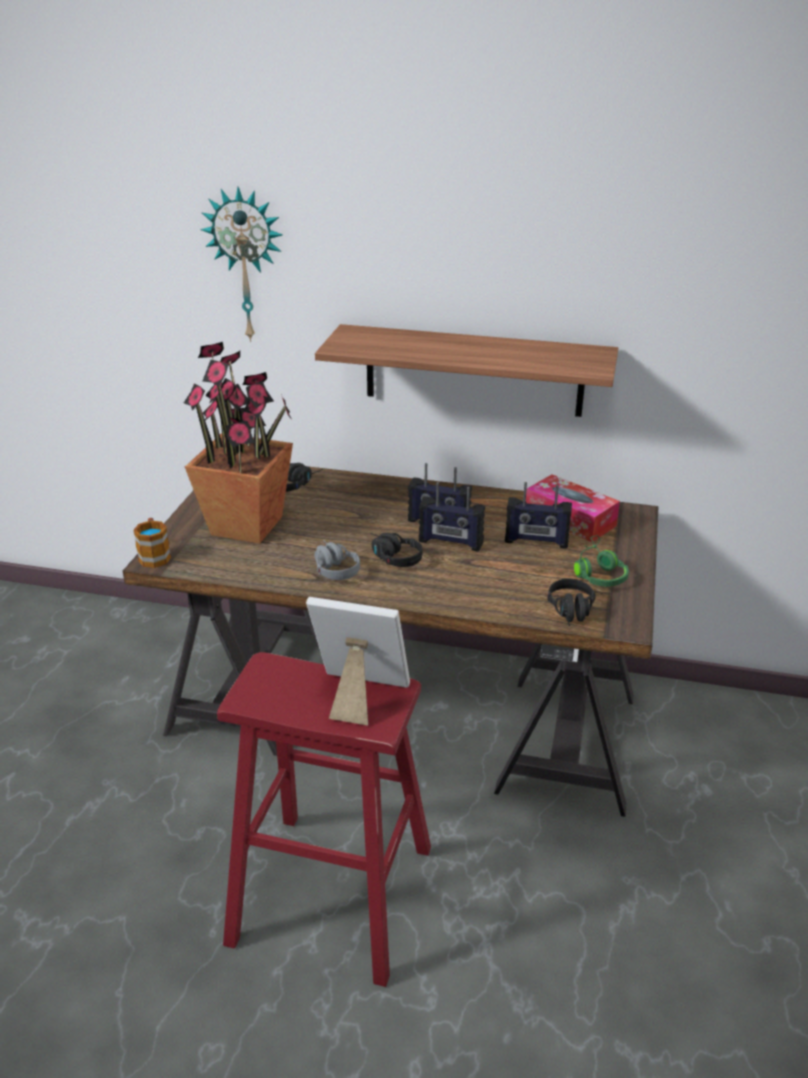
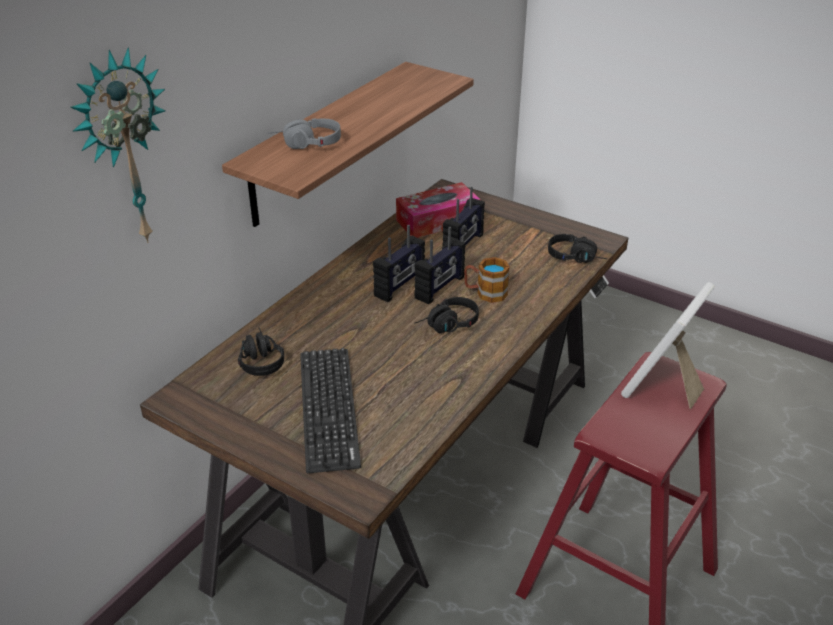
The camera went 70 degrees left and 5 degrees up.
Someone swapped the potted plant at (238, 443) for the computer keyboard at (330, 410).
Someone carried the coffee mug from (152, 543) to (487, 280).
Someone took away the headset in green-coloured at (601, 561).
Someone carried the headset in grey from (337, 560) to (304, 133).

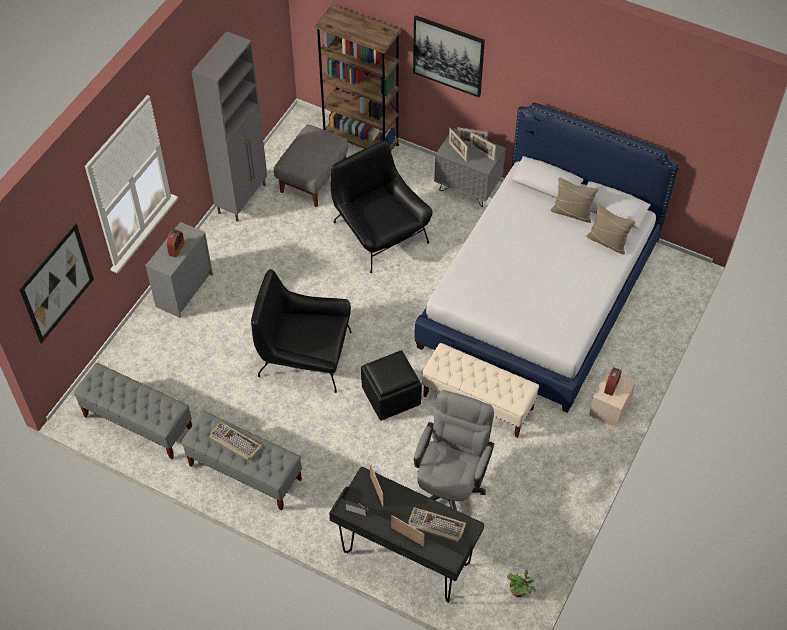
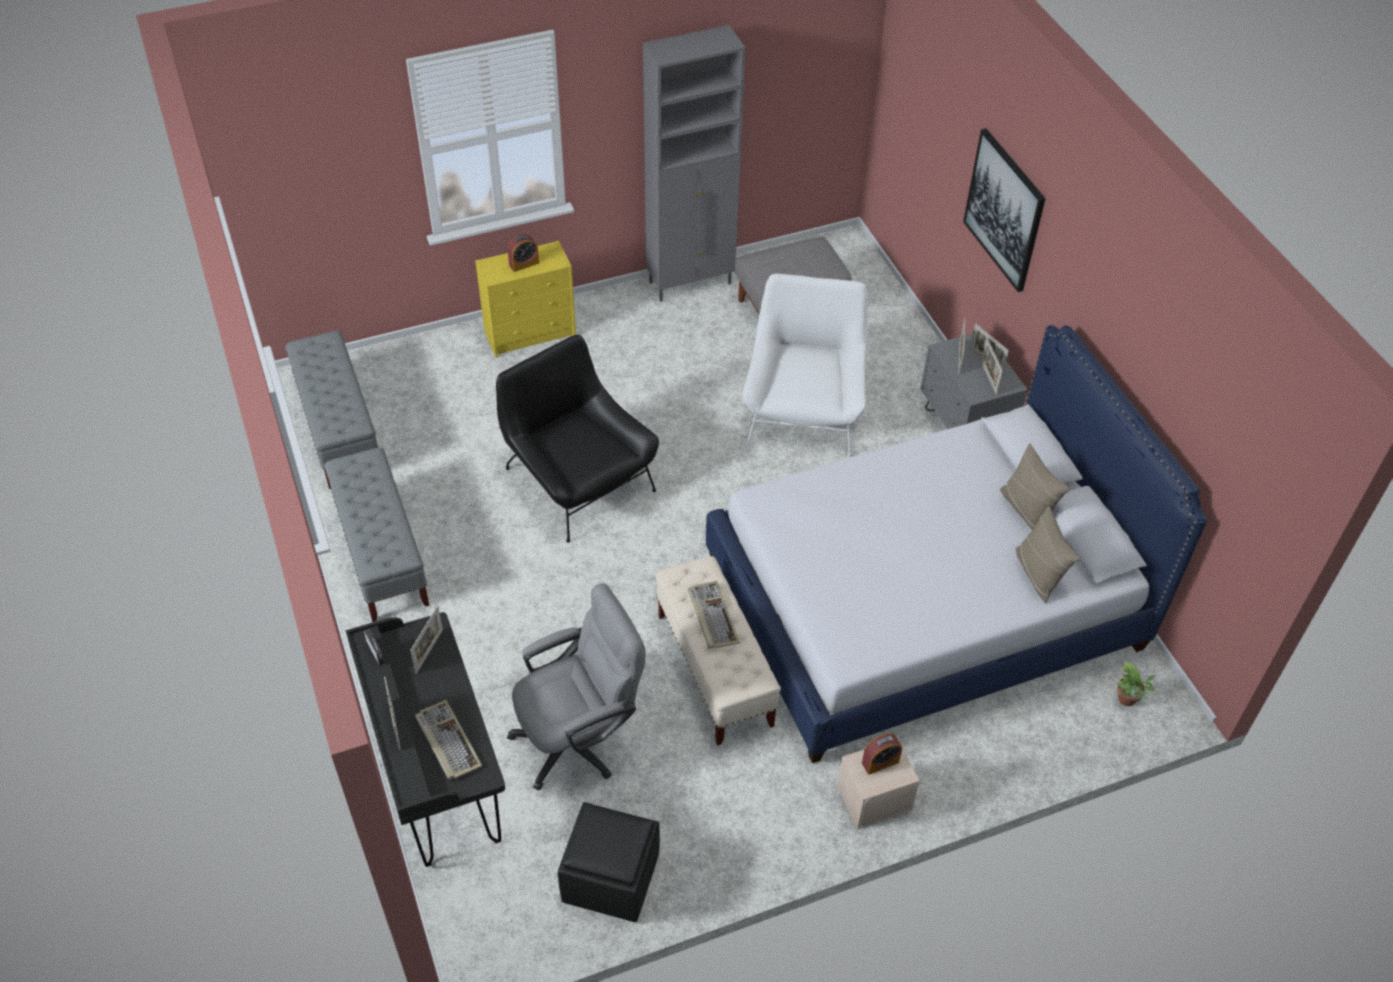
The camera went 40 degrees right and 5 degrees down.
Someone took away the bookshelf in brown at (358, 78).
Someone repainted the easy chair in black at (381, 207), which became the easy chair in white at (805, 365).
Someone repainted the drawer chest in grey at (179, 270), which became the drawer chest in yellow-coloured at (525, 299).
Someone took away the wall art at (56, 283).
Someone carried the footrest in black from (391, 385) to (609, 862).
Someone carried the computer keyboard from (235, 440) to (714, 614).
Someone carried the potted plant from (521, 583) to (1135, 683).

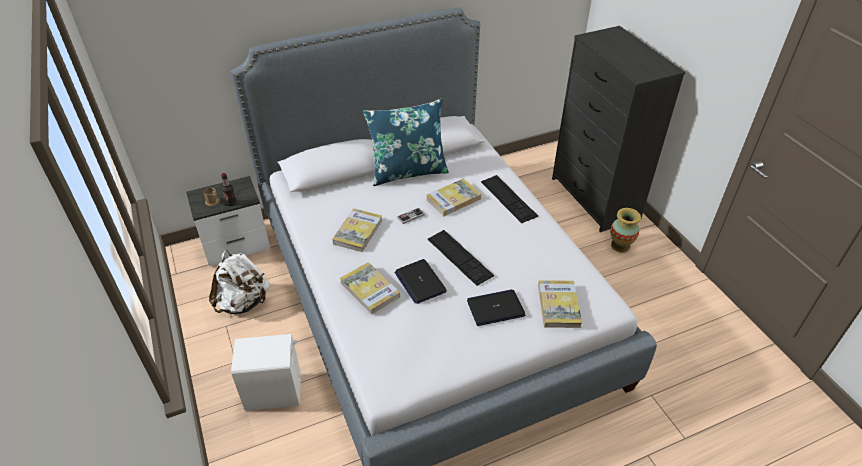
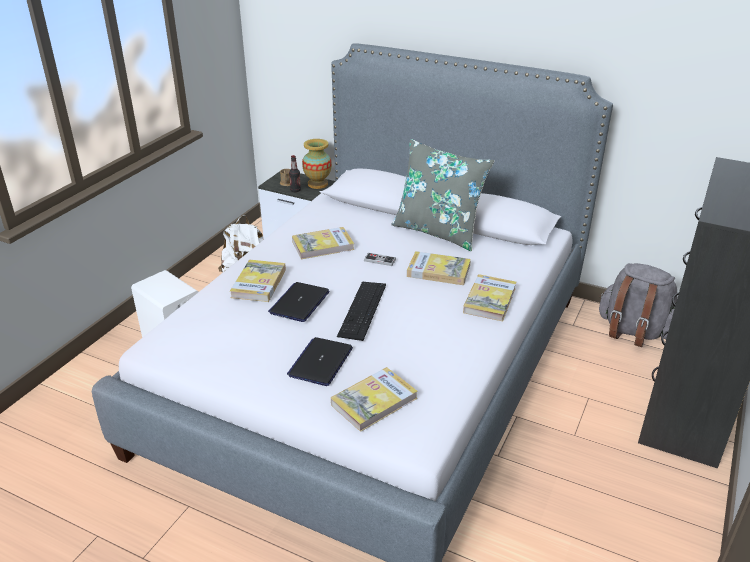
The camera went 50 degrees right and 10 degrees down.
Someone repainted the cushion in bluish at (406, 142), which became the cushion in grey at (442, 195).
Someone swapped the computer keyboard at (509, 199) for the book at (489, 297).
Someone carried the decorative vase from (625, 230) to (317, 164).
Someone rotated the notebook computer at (496, 307) by 105 degrees counterclockwise.
Someone put down the rucksack in grey at (638, 305).

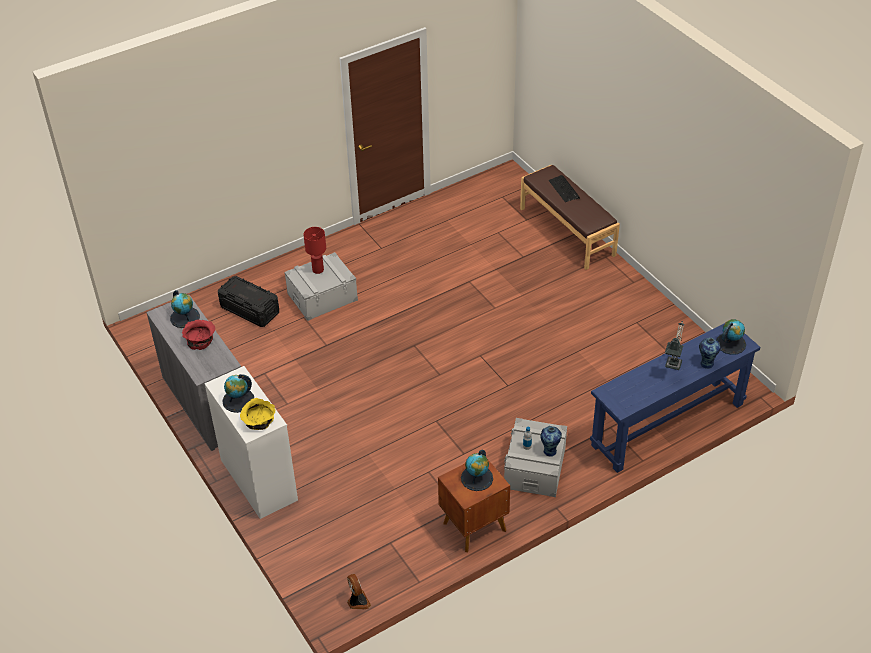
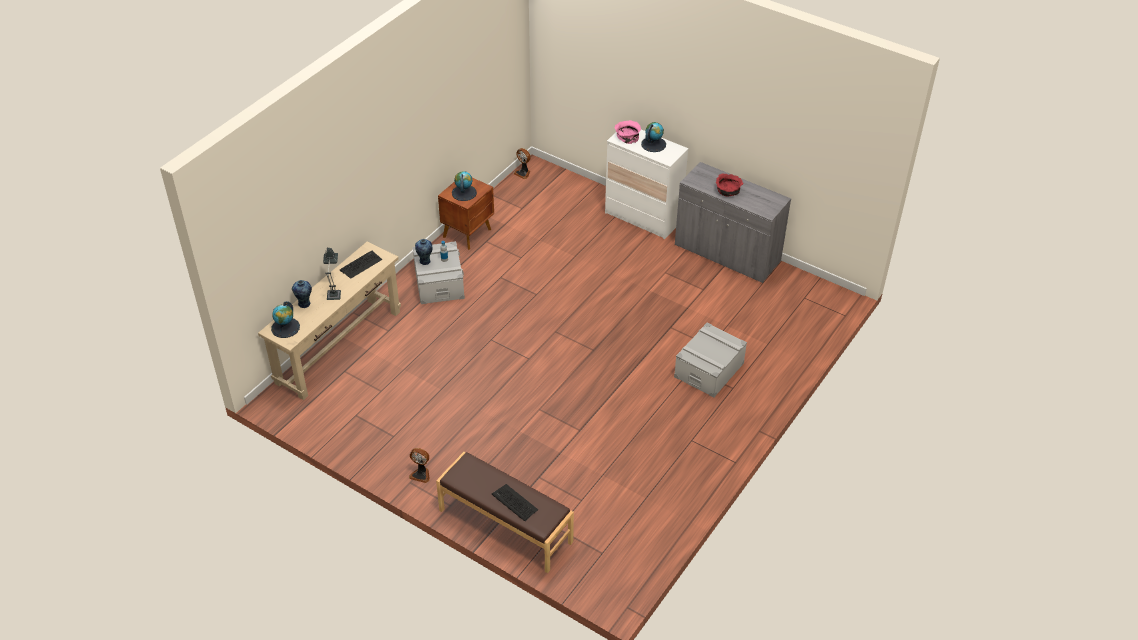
The camera went 155 degrees right and 0 degrees up.
Someone took away the lamp for a table in red-coloured at (314, 250).
Someone took away the storage bin in black at (248, 301).
Someone took away the world globe at (185, 309).
Someone repainted the narrow table in bluish at (675, 398), which became the narrow table in sand-coloured at (329, 320).
Someone repainted the serving bowl in yellow-coloured at (258, 414), which became the serving bowl in pink at (627, 132).
Someone put down the computer keyboard at (360, 265).
Someone put down the fan at (419, 465).

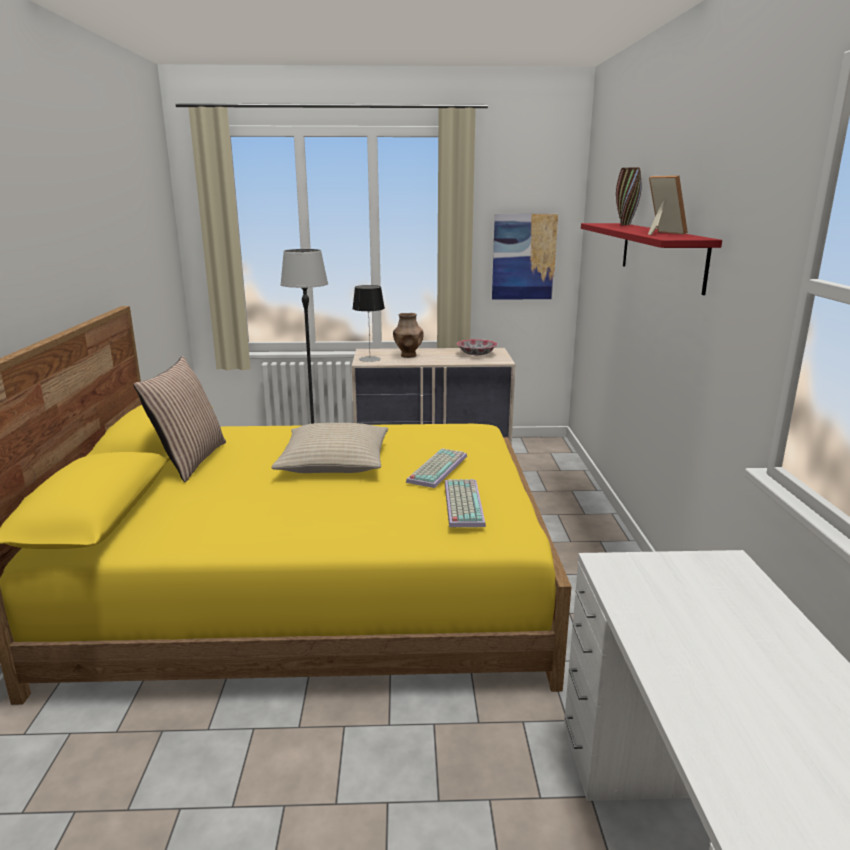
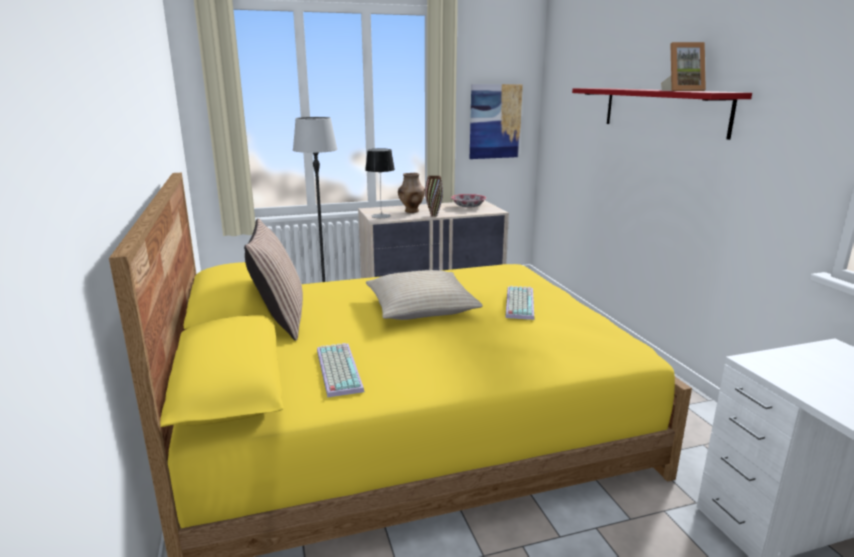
The camera went 15 degrees left and 0 degrees up.
Someone carried the decorative vase in brown from (629, 196) to (434, 196).
Someone rotated the photo frame at (668, 205) by 120 degrees clockwise.
Someone carried the computer keyboard from (465, 503) to (341, 370).

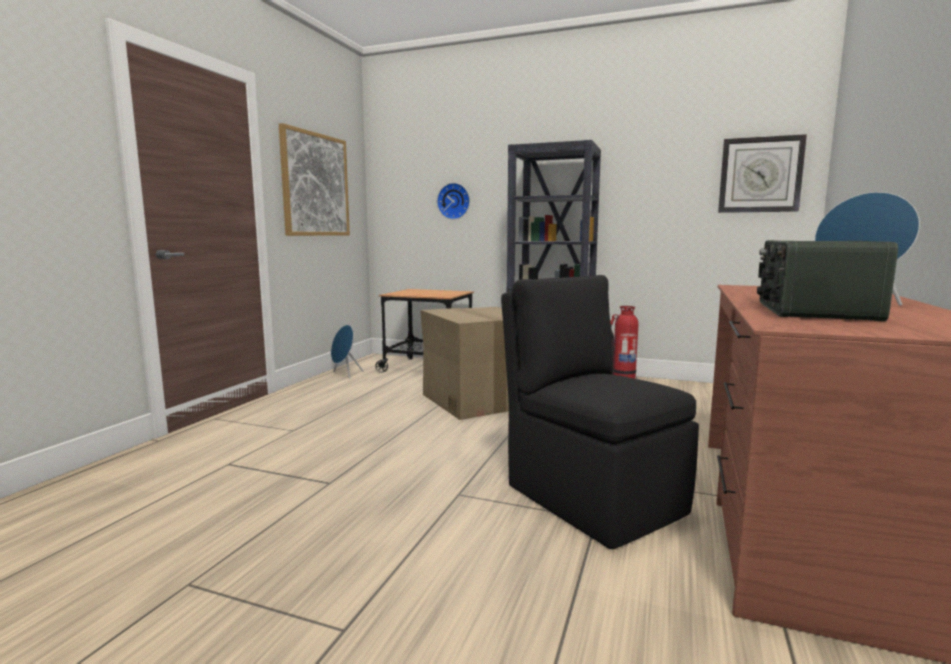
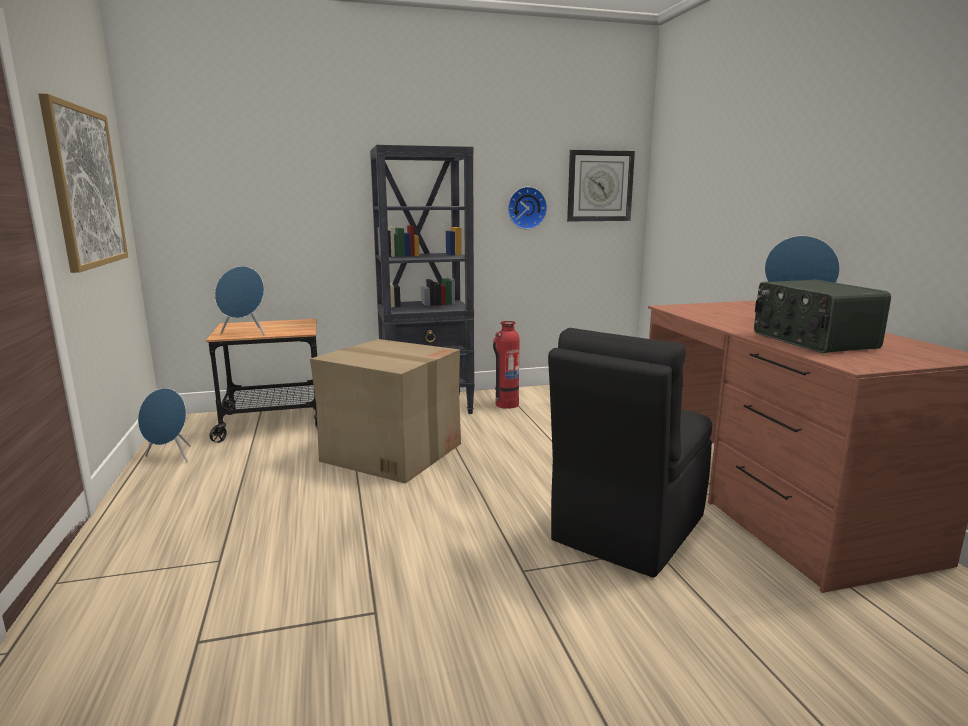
The camera went 35 degrees left and 5 degrees up.
Someone carried the clock on the wall from (453, 201) to (527, 208).
Someone rotated the upright chair in black at (600, 412) by 75 degrees counterclockwise.
Someone put down the audio speaker in bluish at (240, 300).

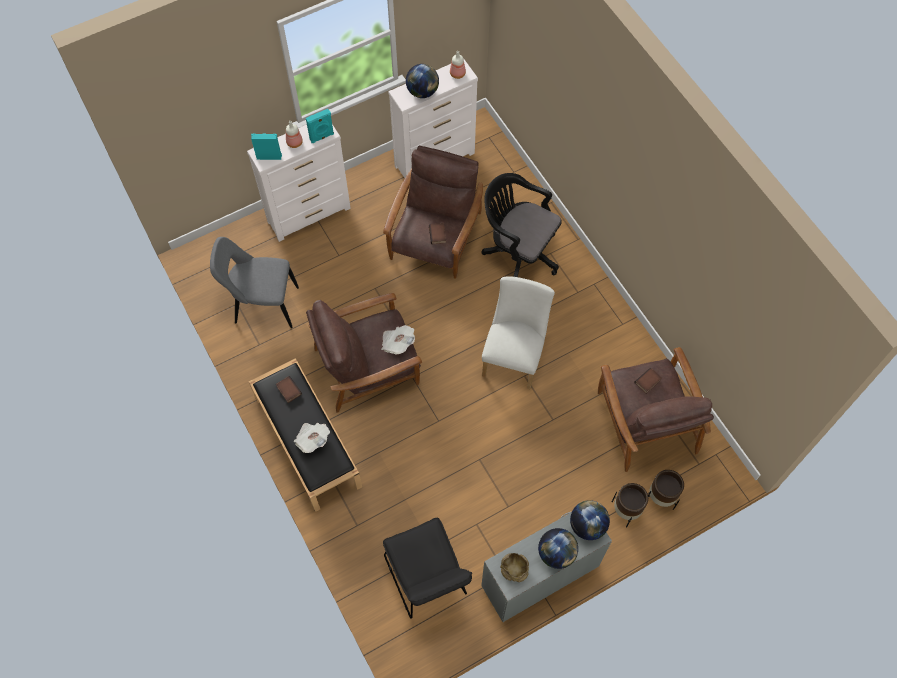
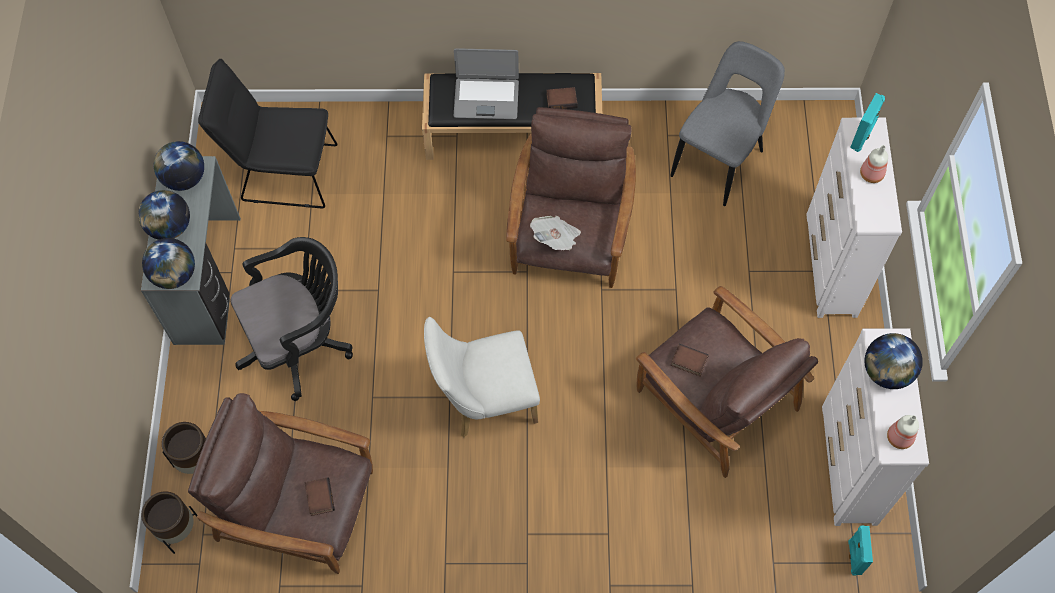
The camera went 120 degrees right and 0 degrees up.
Someone carried the audio speaker in blue-green from (320, 126) to (860, 550).
Someone carried the desk chair in black from (521, 225) to (292, 319).
Someone rotated the upright chair in white at (518, 332) by 120 degrees clockwise.
Someone swapped the printed paper at (311, 438) for the notebook computer at (486, 83).
Someone carried the plant pot in brown from (630, 505) to (169, 522).
Someone swapped the serving bowl in sand-coloured at (514, 567) for the world globe at (179, 166).

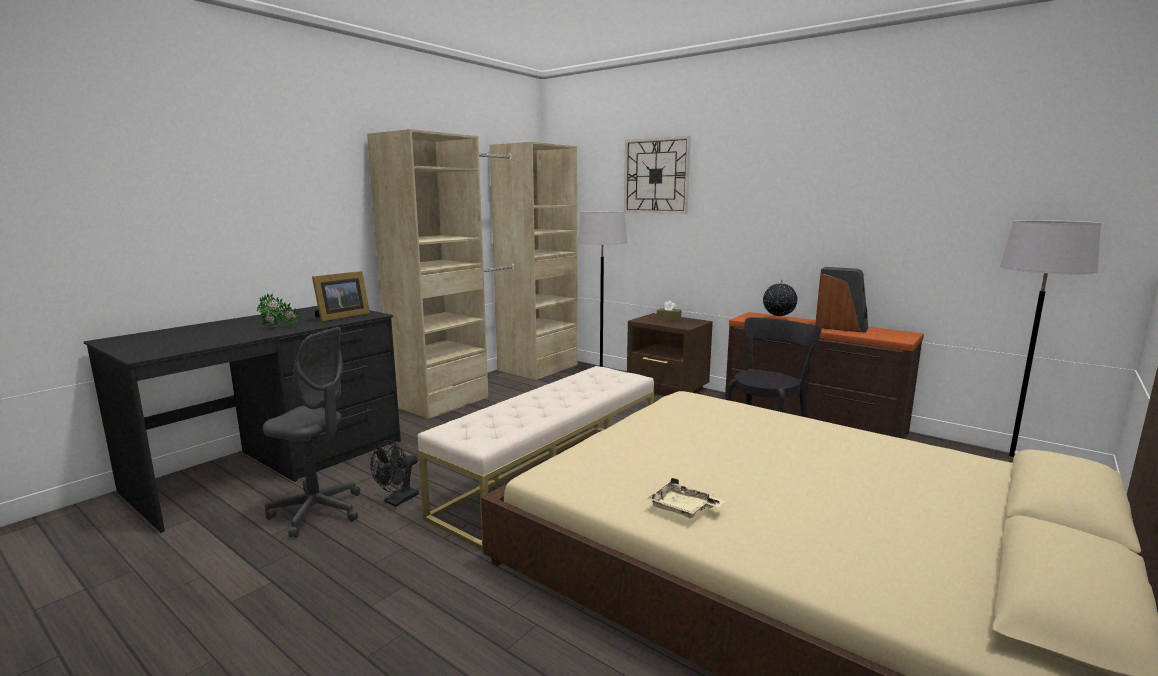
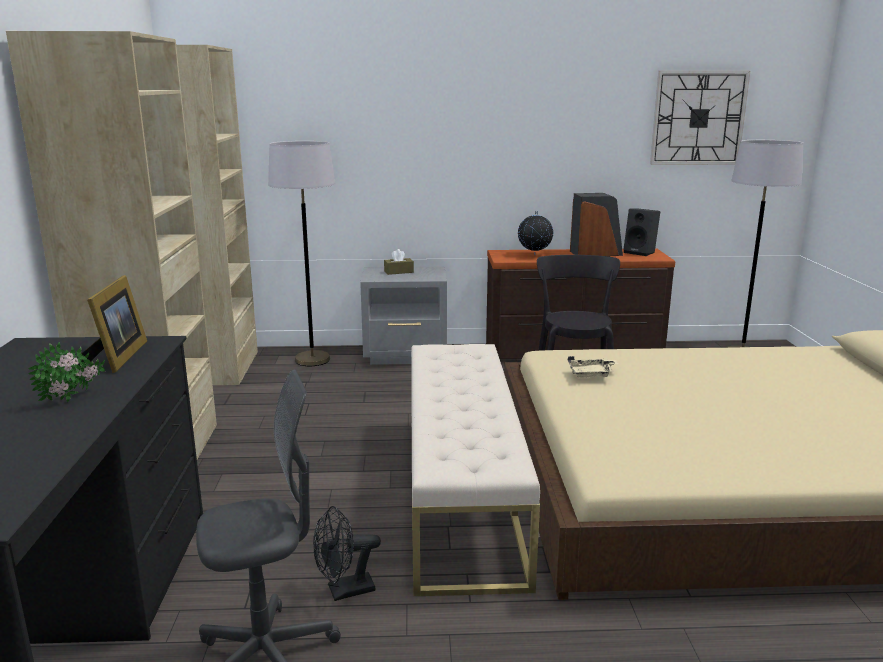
The camera went 40 degrees left and 5 degrees up.
Someone carried the clock on the wall from (657, 175) to (700, 118).
Someone repainted the night table in brown at (670, 354), which became the night table in grey at (403, 315).
Someone rotated the fan in black at (395, 473) by 75 degrees clockwise.
Someone carried the carrying tray in sand-coloured from (686, 498) to (593, 366).
Someone put down the audio speaker in black at (641, 232).

